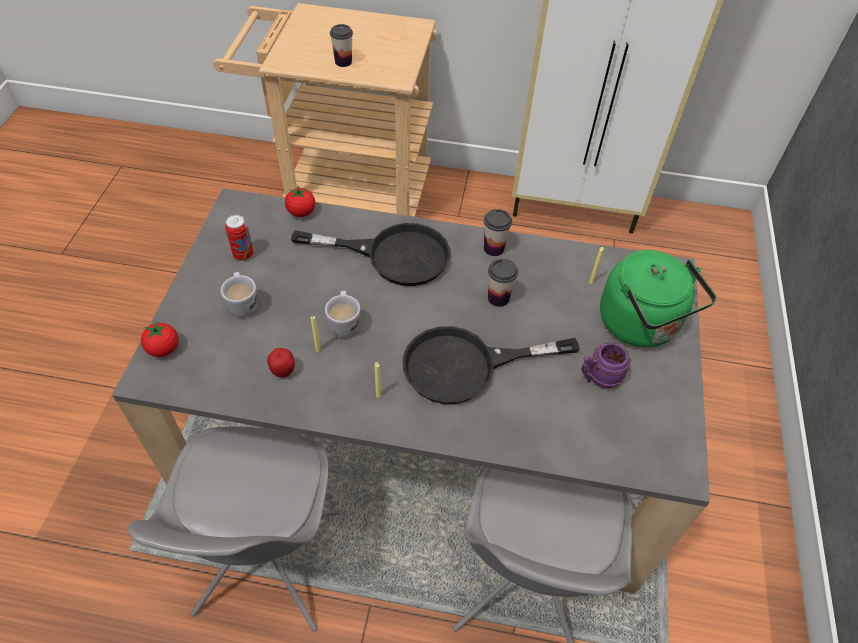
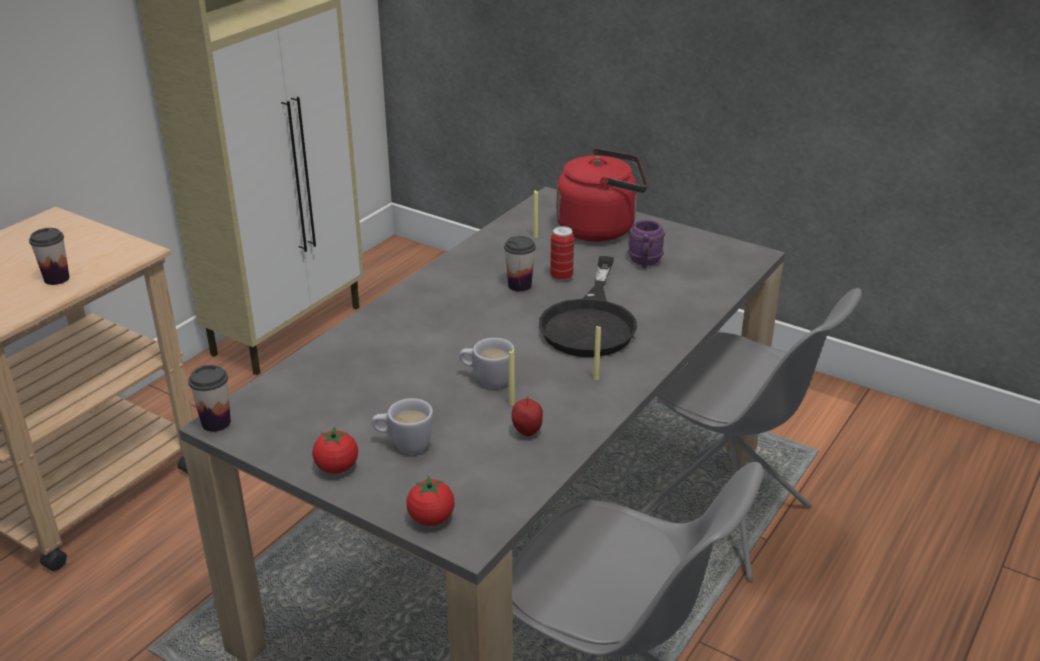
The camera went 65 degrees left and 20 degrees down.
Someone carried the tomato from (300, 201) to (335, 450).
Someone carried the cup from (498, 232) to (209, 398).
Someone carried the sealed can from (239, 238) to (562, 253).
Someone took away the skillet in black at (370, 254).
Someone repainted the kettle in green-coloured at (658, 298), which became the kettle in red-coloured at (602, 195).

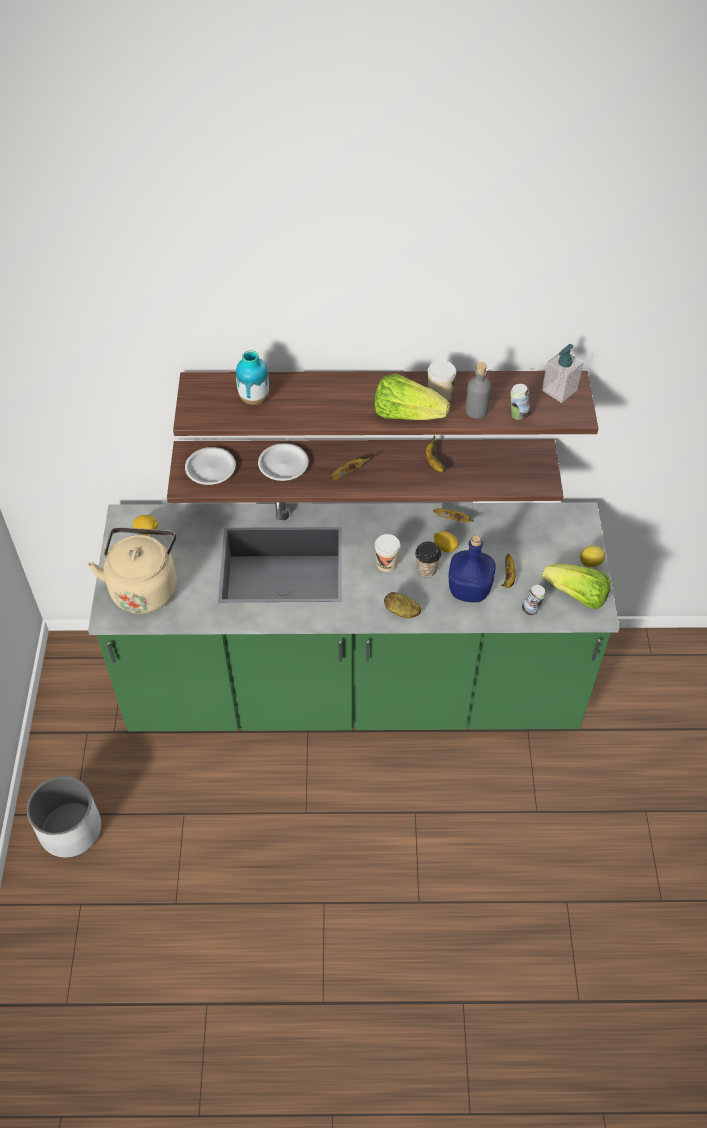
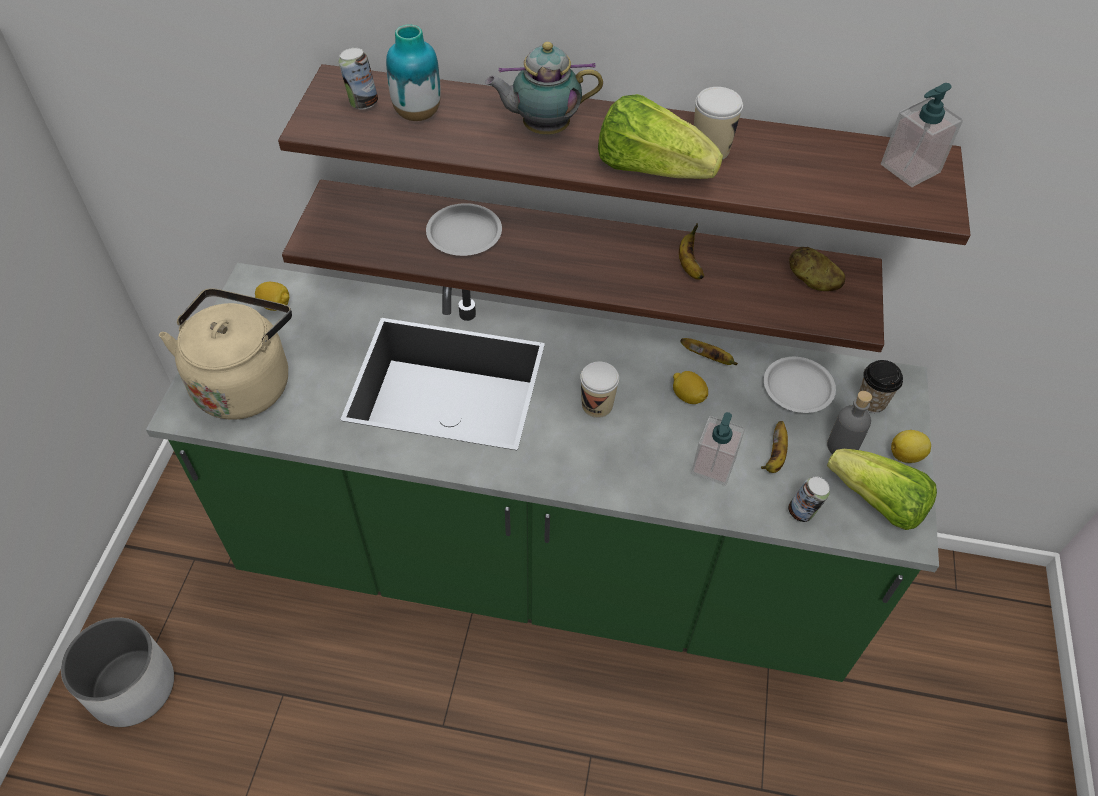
The camera went 10 degrees right and 0 degrees up.
Someone carried the beverage bottle in grey from (478, 390) to (849, 422).
Someone carried the sealed can from (520, 402) to (358, 79).
Someone carried the dinner plate in white from (210, 466) to (800, 385).
Someone took away the banana at (351, 468).
Someone swapped the beverage bottle in bluish at (472, 569) for the soap dispenser at (718, 449).
Someone carried the cup from (428, 559) to (881, 386).
Someone carried the potato from (402, 605) to (817, 269).
Someone put down the pot for tea at (544, 88).

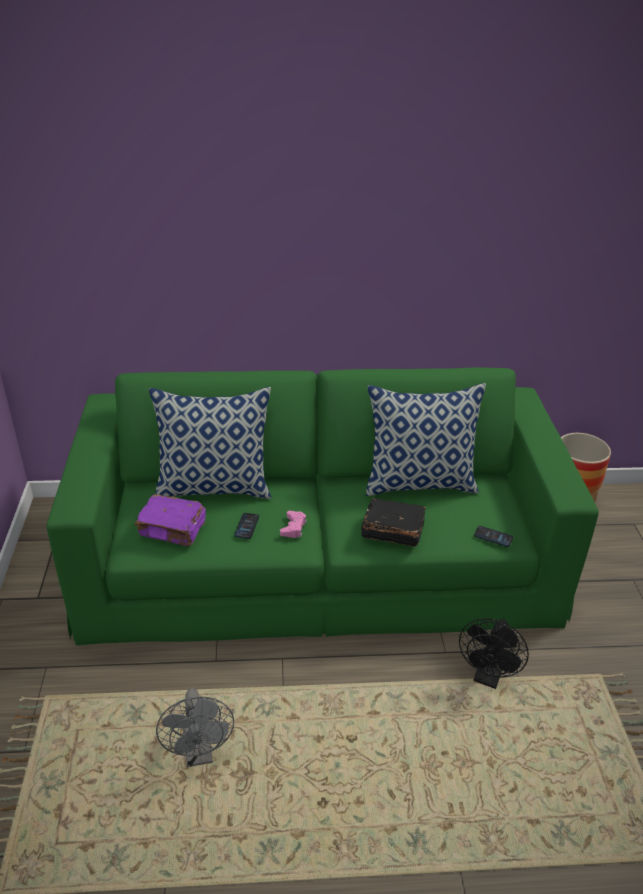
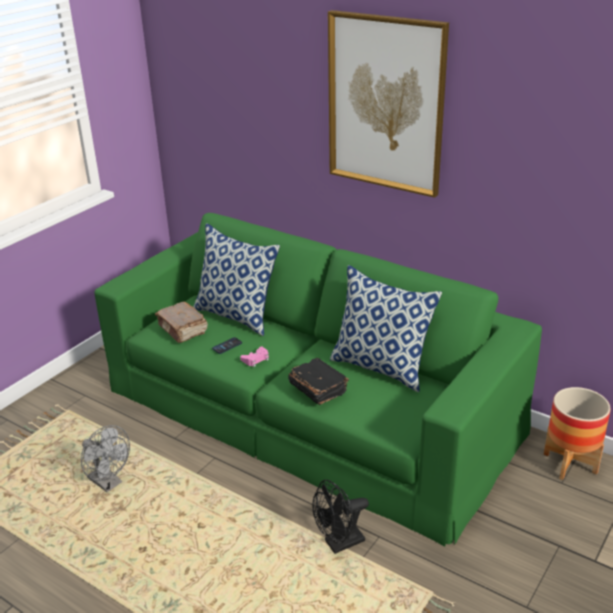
The camera went 40 degrees right and 5 degrees down.
Someone repainted the book in purple at (170, 520), which became the book in brown at (181, 322).
Someone took away the handset at (493, 536).
Someone rotated the fan in grey at (195, 727) by 75 degrees counterclockwise.
Someone put up the wall art at (388, 104).

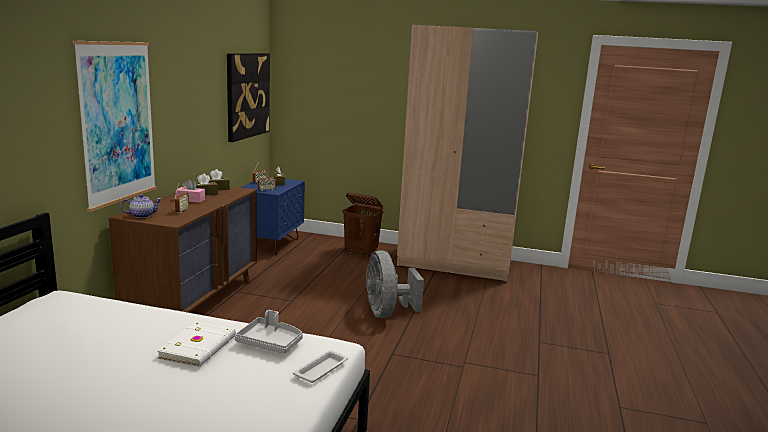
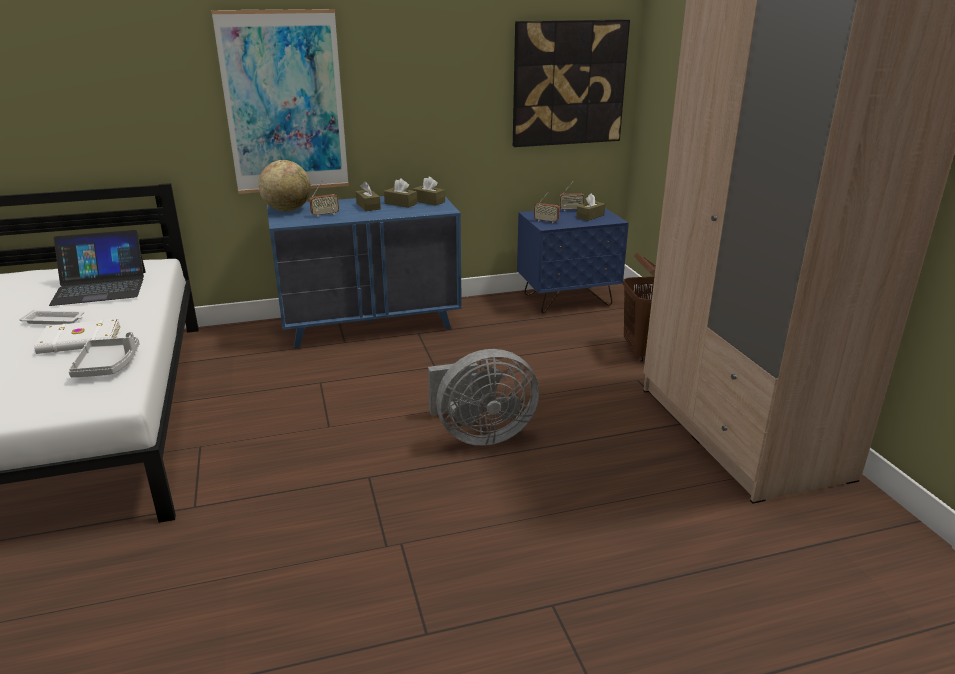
The camera went 60 degrees right and 10 degrees up.
Someone repainted the tissue holder in pink at (190, 191), which became the tissue holder in brown at (368, 196).
Someone repainted the drawer chest in brown at (183, 249), which became the drawer chest in bluish at (364, 272).
Someone swapped the pot for tea at (141, 206) for the world globe at (284, 186).
Someone rotated the fan in grey at (395, 284) by 150 degrees counterclockwise.
Someone carried the carrying tray in white from (320, 366) to (51, 317).
Someone put down the notebook computer at (97, 268).

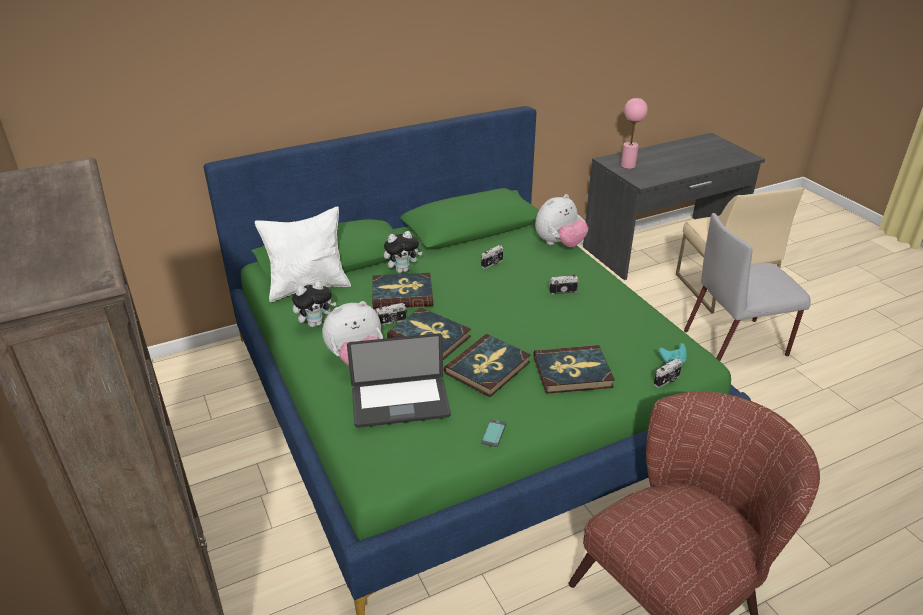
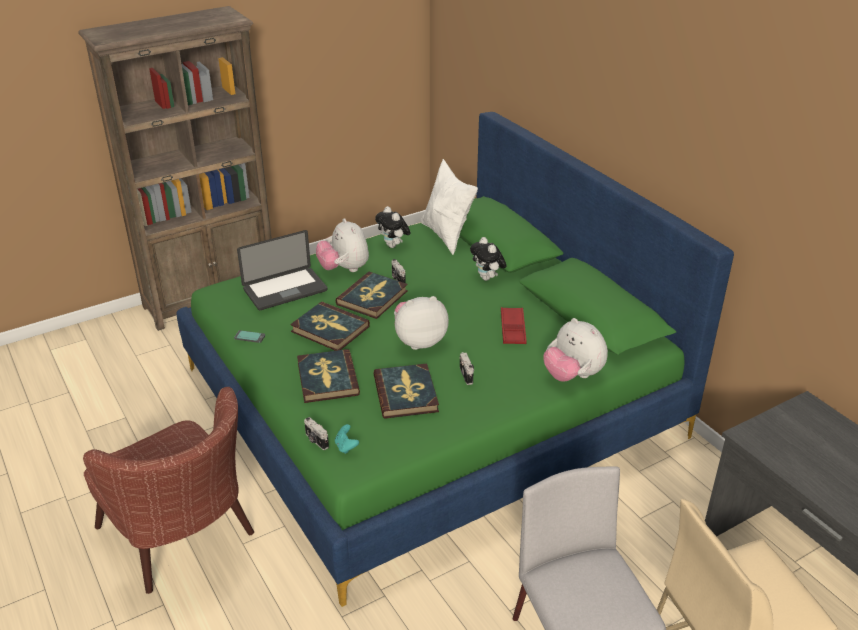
The camera went 85 degrees right and 0 degrees up.
Someone took away the lamp for a table in pink at (634, 133).
Someone swapped the photo camera at (492, 257) for the carrying tray in red-coloured at (514, 325).
Someone carried the book from (402, 291) to (406, 391).
Someone rotated the notebook computer at (399, 380) by 105 degrees counterclockwise.
Someone put down the plush toy at (421, 323).

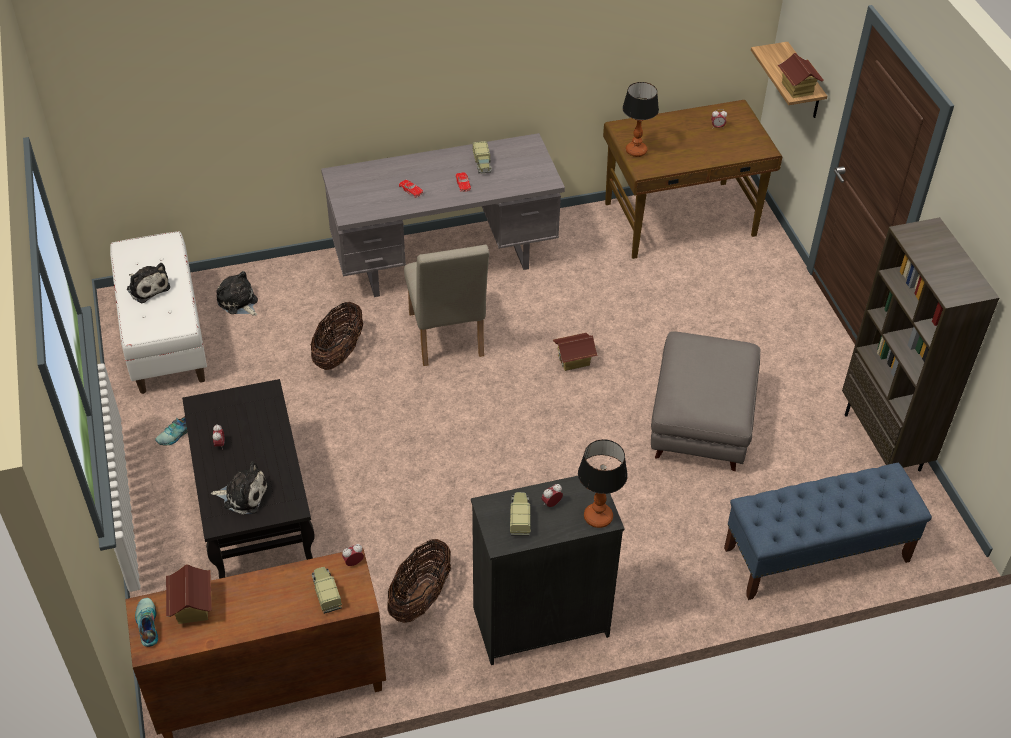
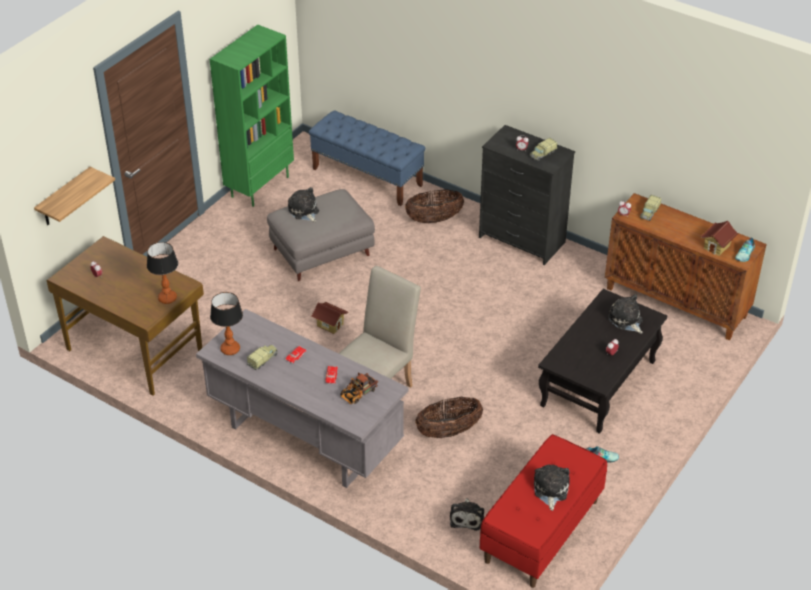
The camera went 130 degrees left and 5 degrees down.
Someone took away the toy house at (801, 75).
Someone repainted the bookshelf in brown at (920, 344), which became the bookshelf in green-coloured at (252, 116).
Someone repainted the indoor bench in white at (158, 312), which became the indoor bench in red-coloured at (543, 511).
Someone carried the lamp for a table from (603, 483) to (226, 323).
Someone carried the basket from (419, 581) to (434, 206).
Someone put down the plush toy at (303, 204).
Someone put down the model truck at (359, 388).

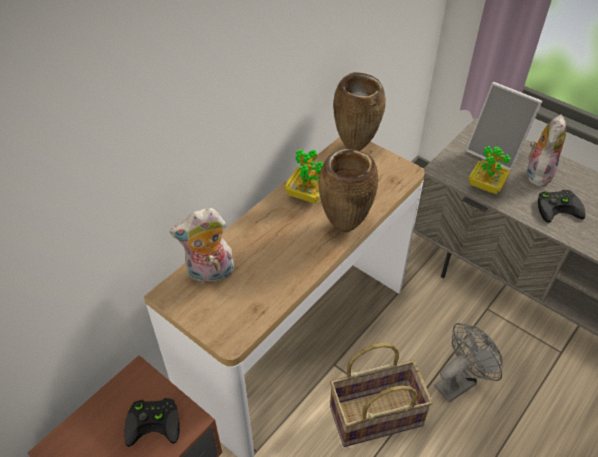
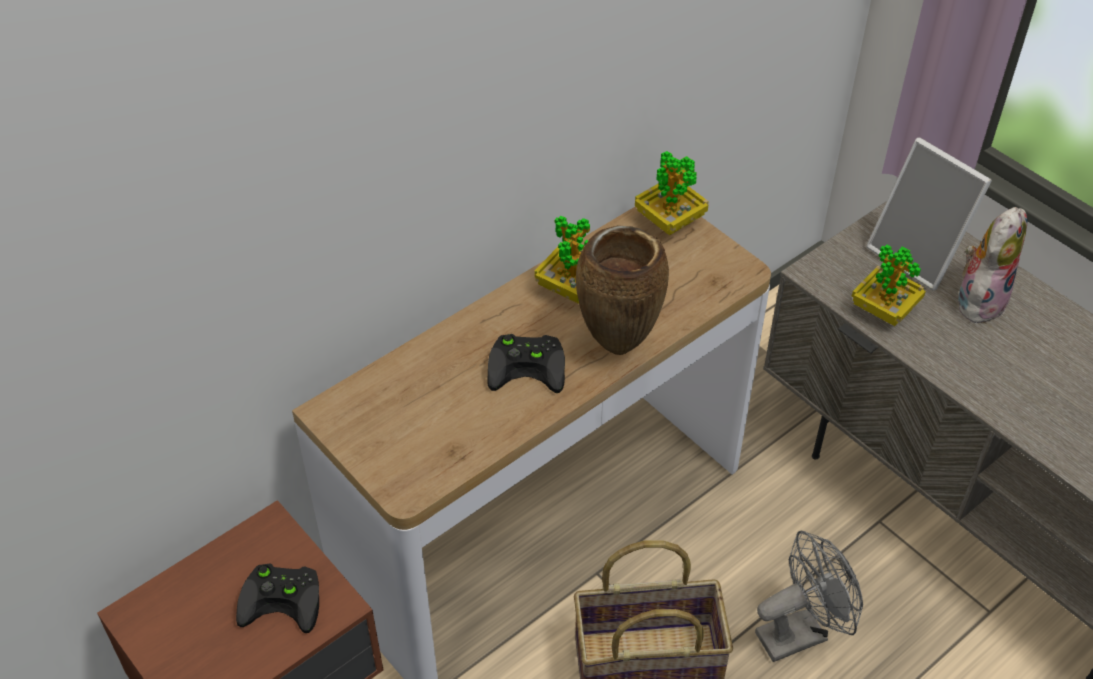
The camera went 10 degrees right and 0 degrees up.
Someone swapped the decorative vase in brown at (359, 111) for the potted plant at (672, 193).
Someone carried the joypad in black from (562, 206) to (526, 363).
Someone took away the plush toy at (202, 245).

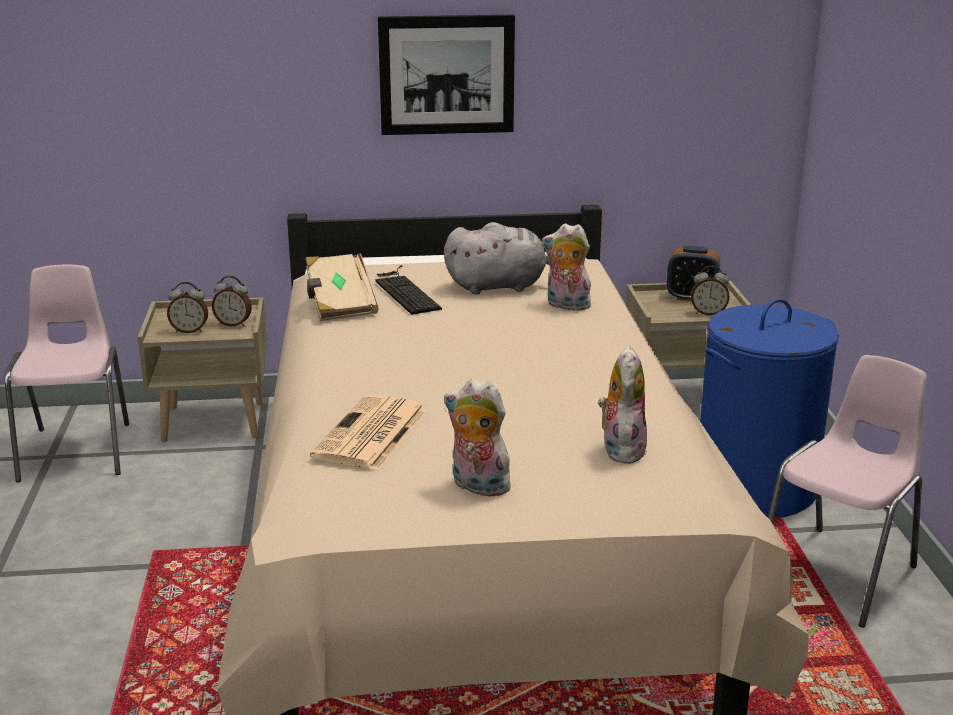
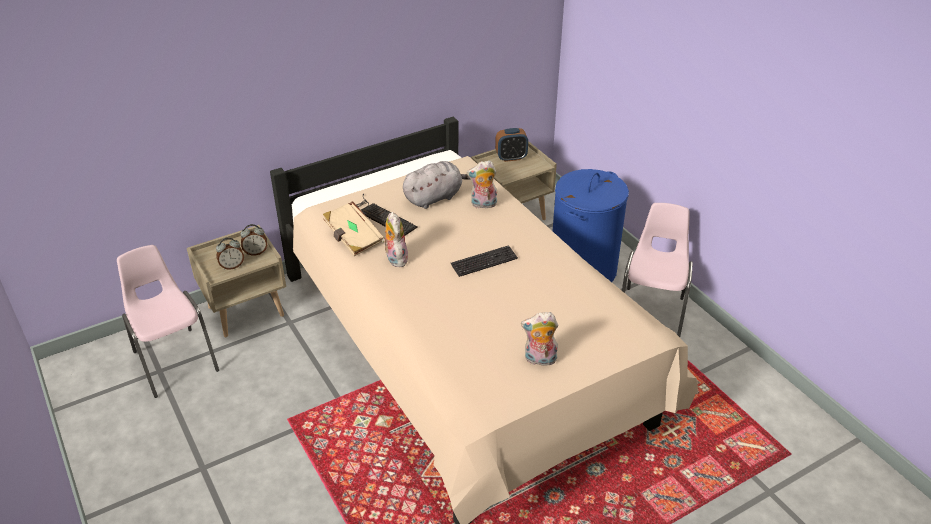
The camera went 25 degrees left and 15 degrees up.
Someone took away the wall art at (446, 75).
Someone took away the bedside clock at (710, 290).
Someone carried the plush toy from (622, 405) to (395, 239).
Someone took away the printed paper at (368, 432).
Someone put down the computer keyboard at (484, 261).

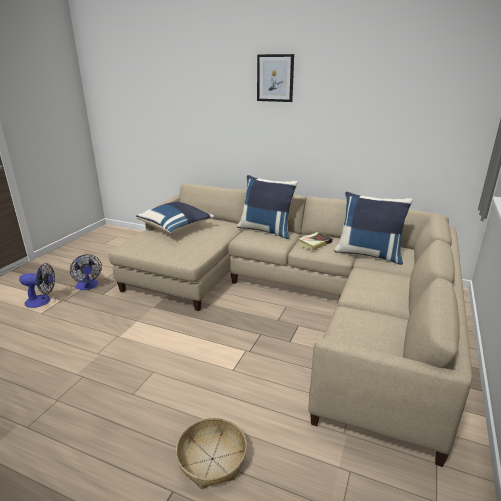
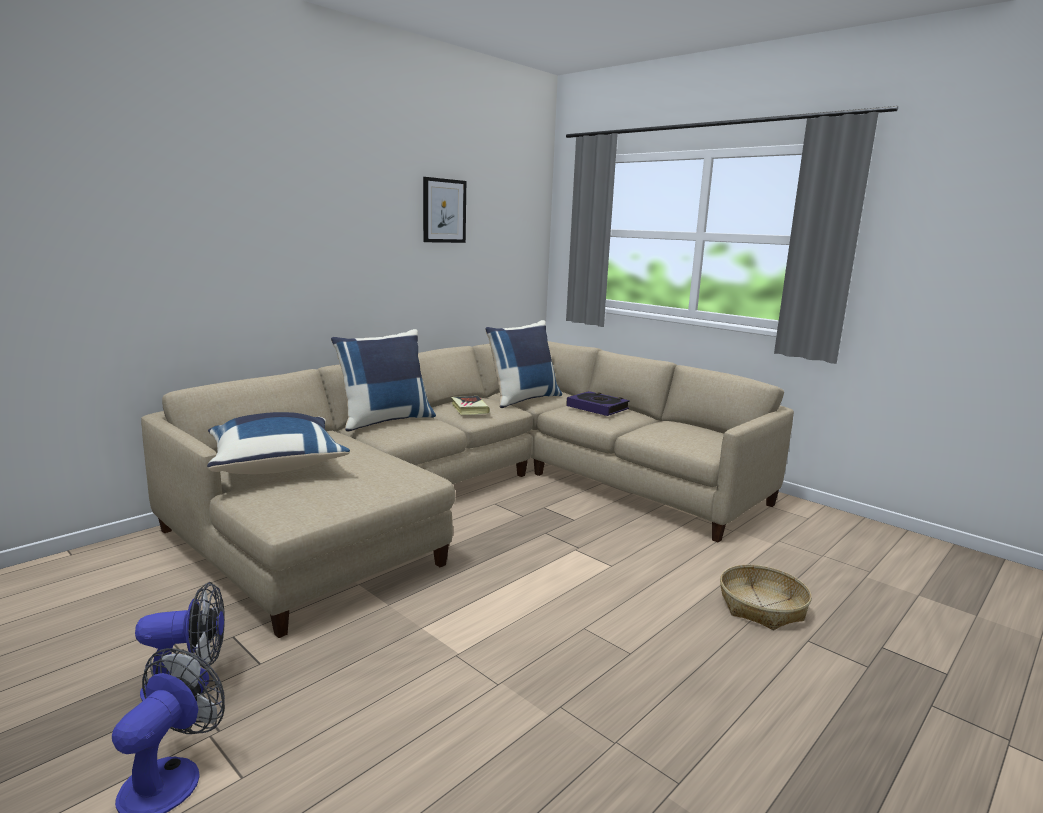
The camera went 70 degrees left and 10 degrees down.
Someone carried the wall art from (275, 78) to (444, 210).
Someone put down the book at (598, 403).

